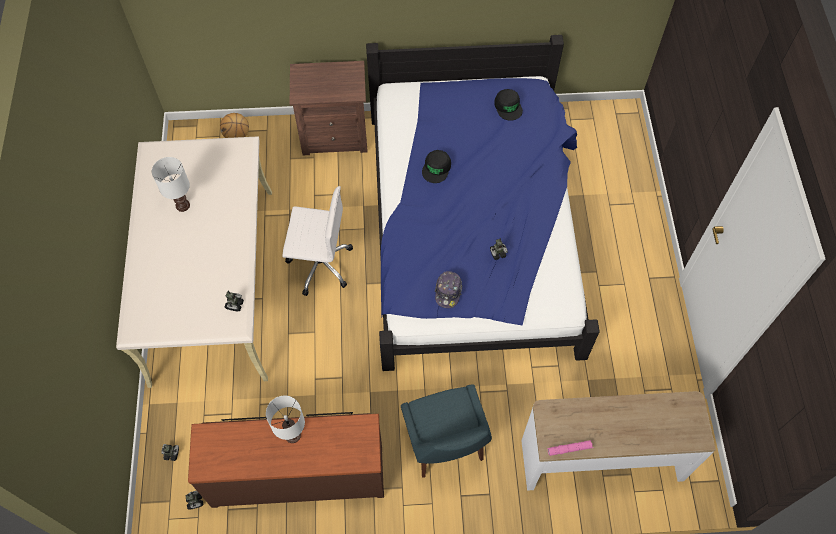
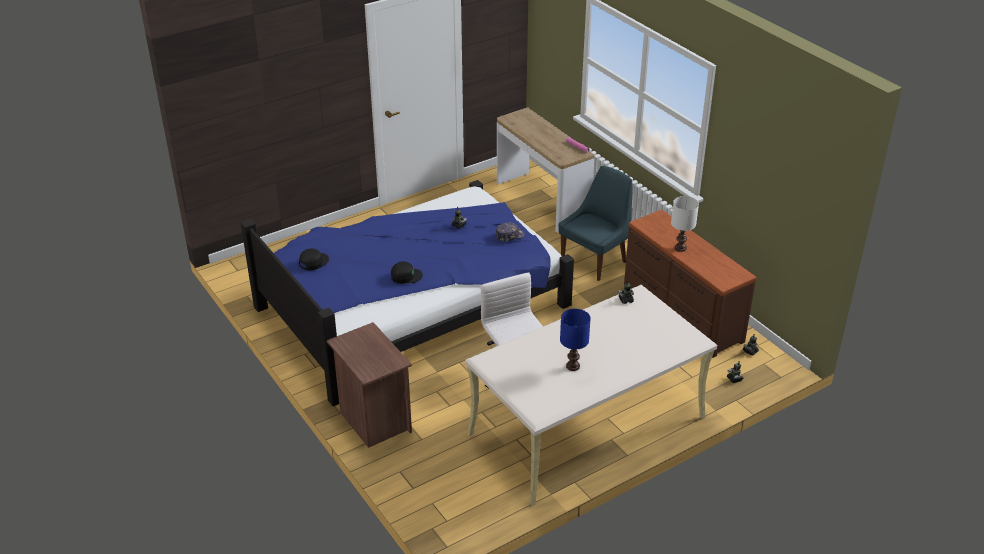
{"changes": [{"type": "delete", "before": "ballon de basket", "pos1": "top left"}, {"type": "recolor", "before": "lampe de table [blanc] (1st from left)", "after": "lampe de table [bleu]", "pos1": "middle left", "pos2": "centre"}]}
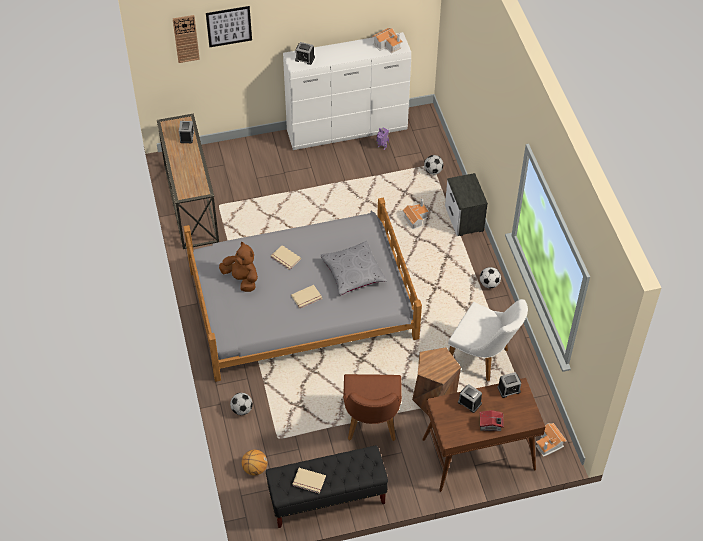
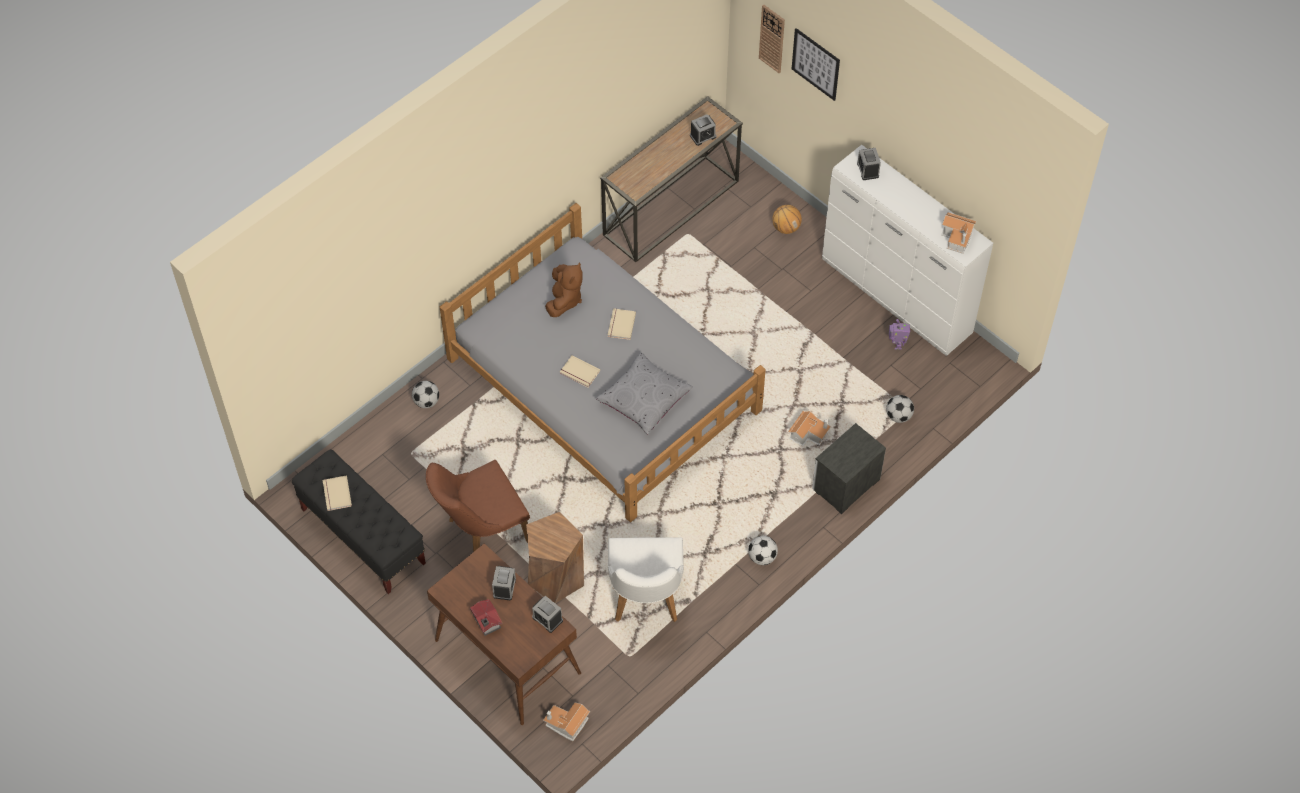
{"changes": [{"type": "move", "before": "ballon de basket", "pos1": "bottom centre", "pos2": "top centre"}]}
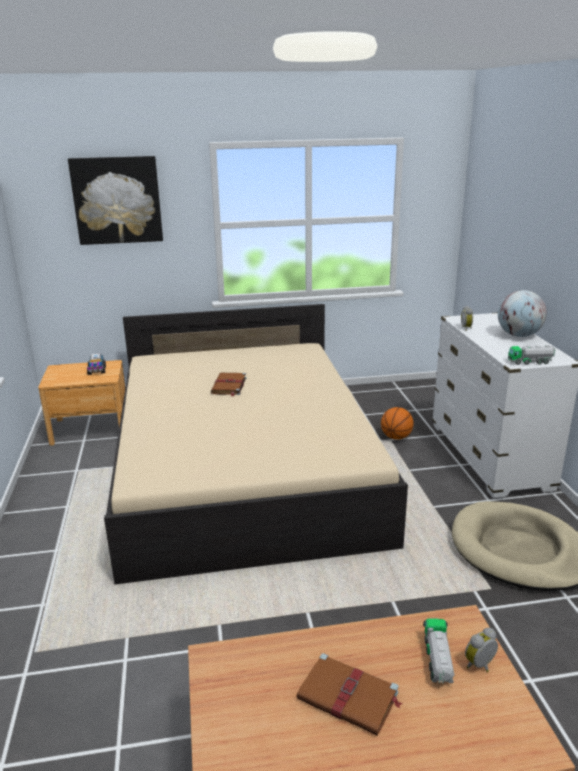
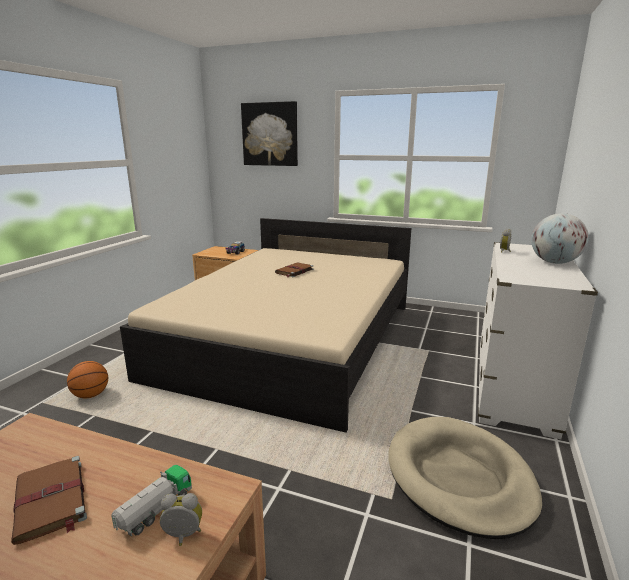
{"changes": [{"type": "delete", "before": "camion jouet (3rd from left)", "pos1": "middle right"}, {"type": "move", "before": "ballon de basket", "pos1": "middle right", "pos2": "middle left"}]}
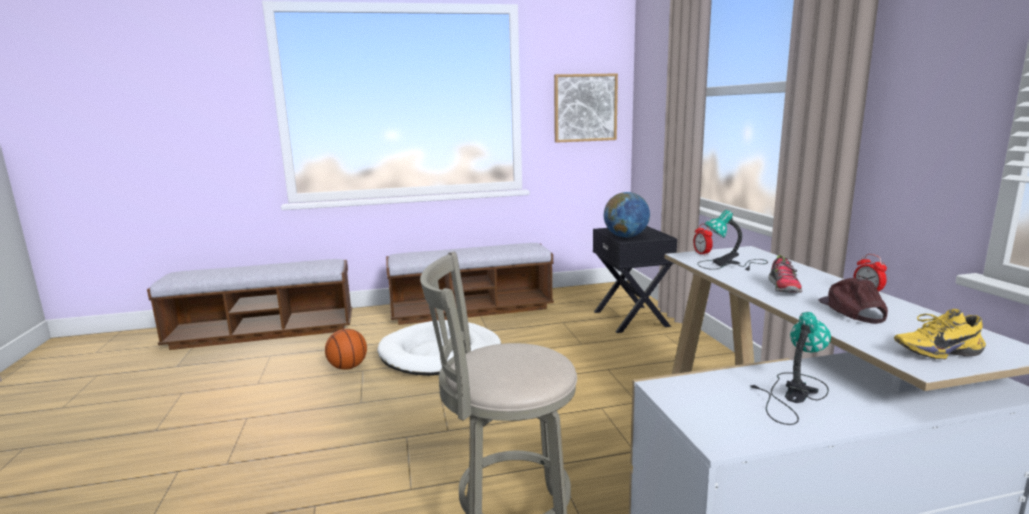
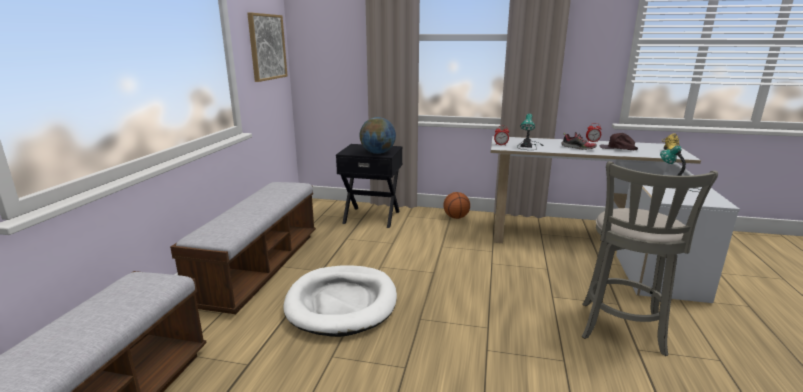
{"changes": [{"type": "move", "before": "ballon de basket", "pos1": "bottom centre", "pos2": "centre"}]}
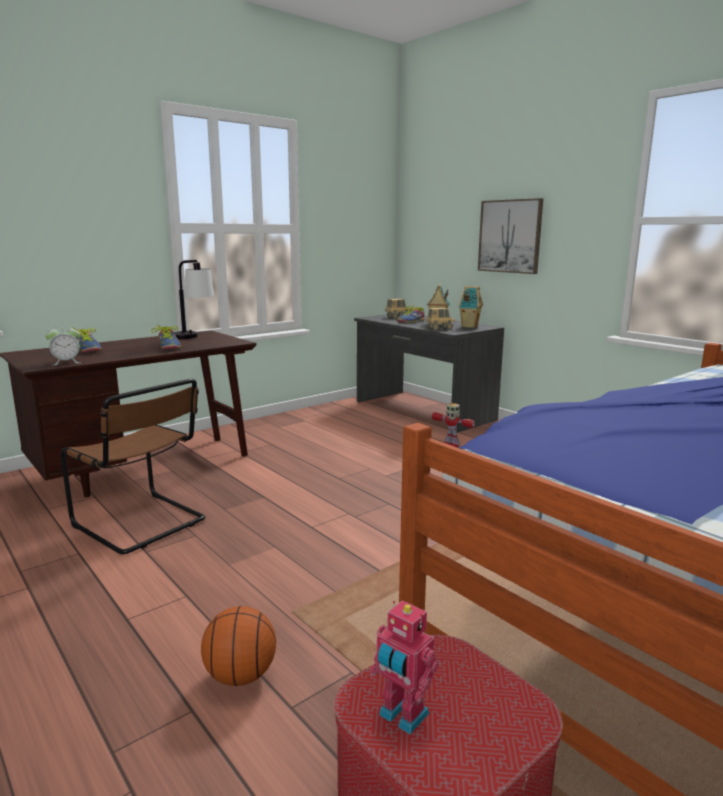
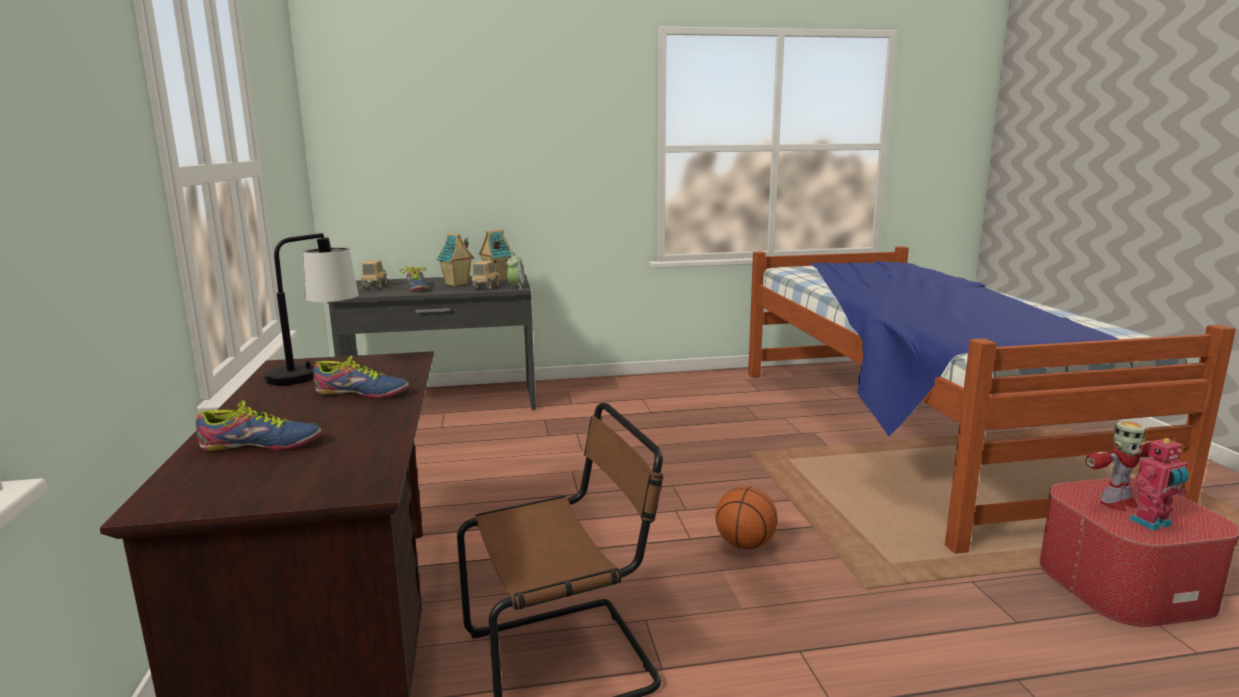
{"changes": [{"type": "delete", "before": "tableau", "pos1": "top right"}, {"type": "move", "before": "réveil", "pos1": "middle left", "pos2": "centre"}, {"type": "move", "before": "robot jouet (2nd from left in the first image)", "after": "robot jouet (1st from left)", "pos1": "centre", "pos2": "bottom right"}, {"type": "move", "before": "ballon de basket", "pos1": "bottom left", "pos2": "bottom centre"}]}
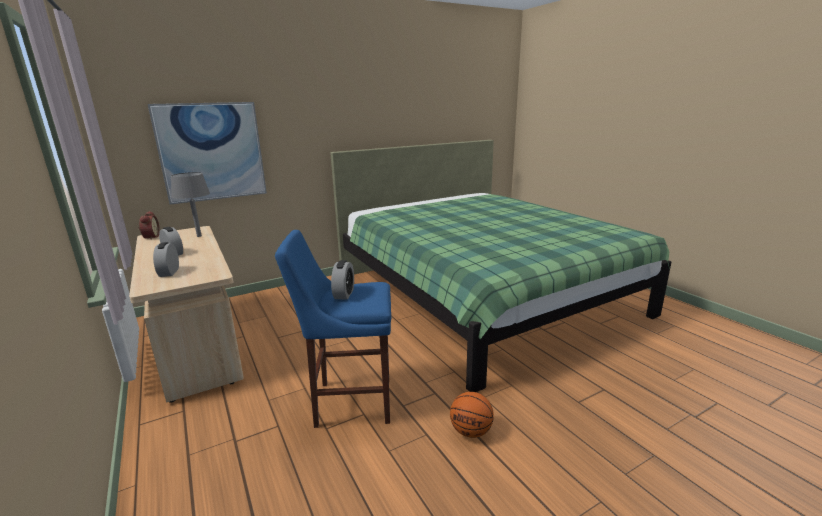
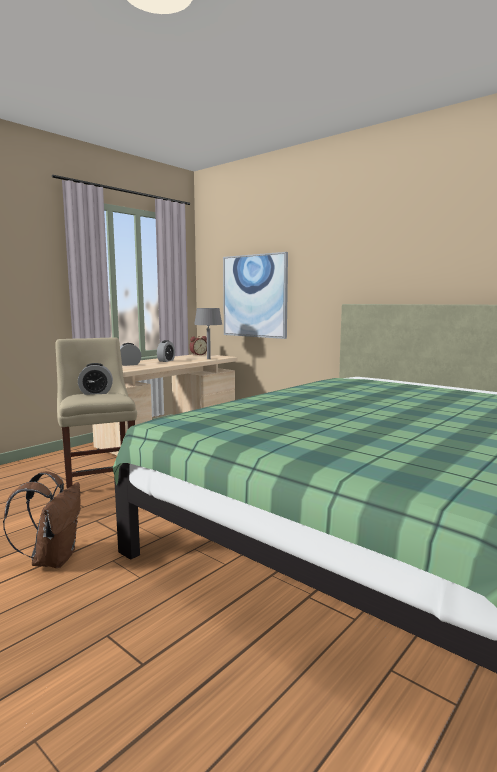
{"changes": [{"type": "recolor", "before": "tabouret [bleu]", "after": "tabouret [beige]", "pos1": "centre", "pos2": "middle left"}, {"type": "replace", "before": "ballon de basket", "after": "sac à dos [marron]", "pos1": "bottom centre", "pos2": "bottom left"}]}
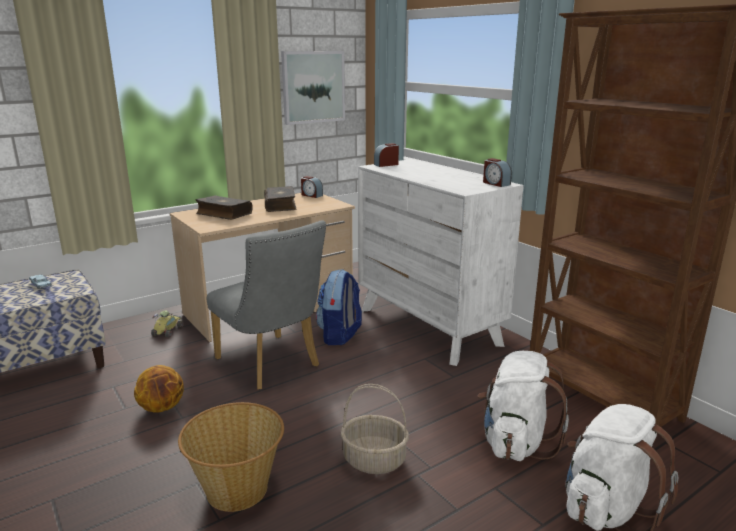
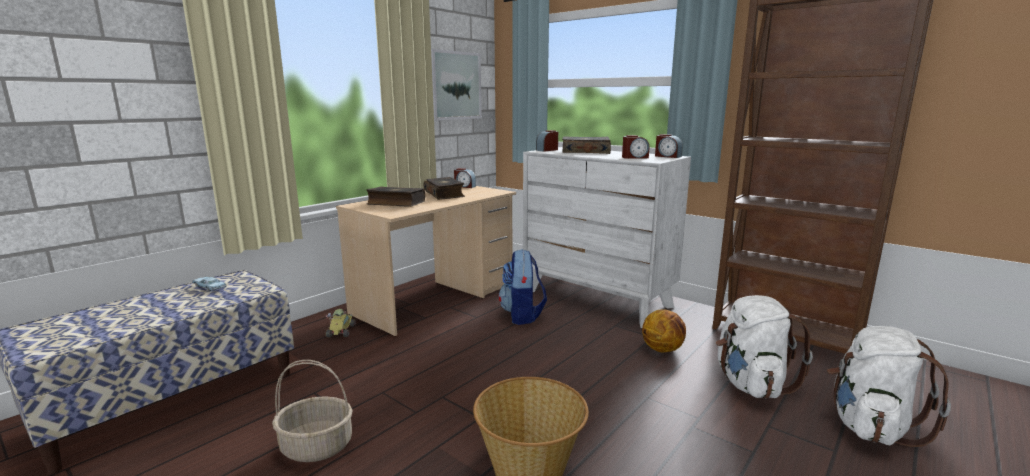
{"changes": [{"type": "delete", "before": "chaise [gris]", "pos1": "centre"}, {"type": "move", "before": "ballon de basket", "pos1": "bottom left", "pos2": "bottom centre"}, {"type": "move", "before": "panier (2nd from left in the first image)", "after": "panier (1st from left)", "pos1": "bottom centre", "pos2": "bottom left"}, {"type": "insert", "after": "réveil (3rd from left)", "pos2": "top centre"}, {"type": "insert", "after": "livre (3rd from left)", "pos2": "top centre"}]}
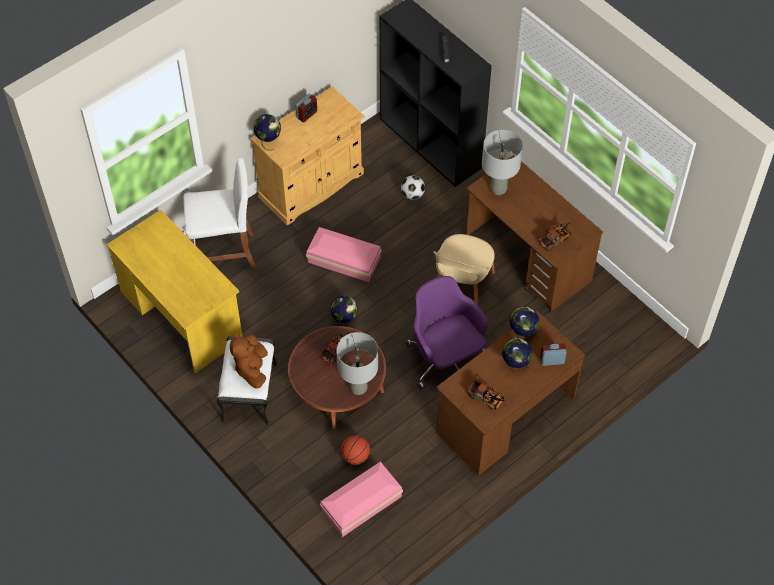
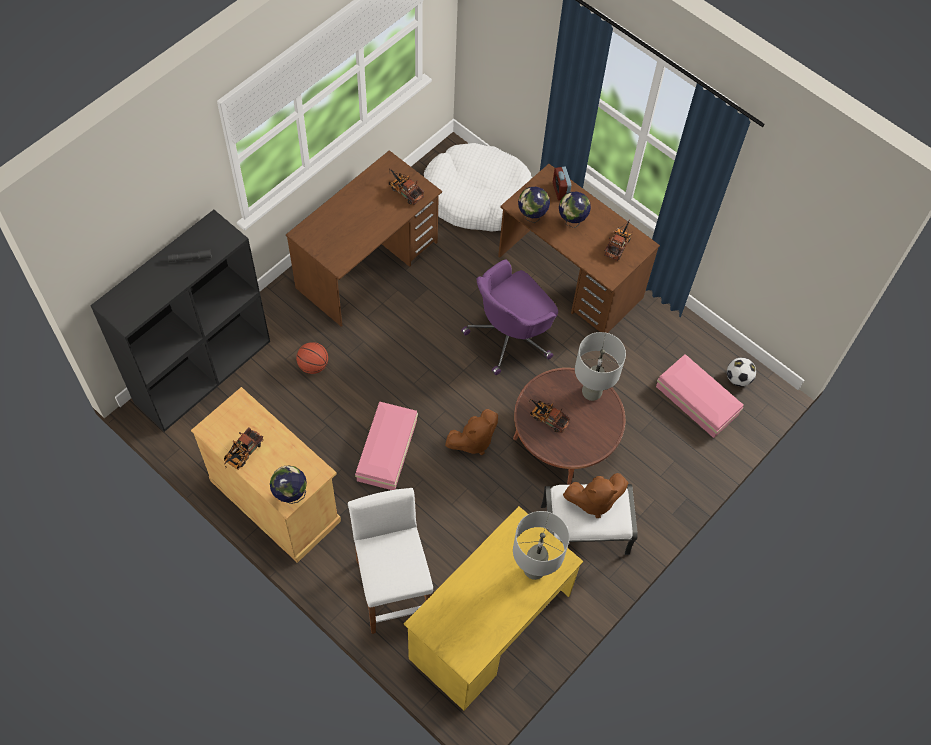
{"changes": [{"type": "replace", "before": "réveil (1st from left)", "after": "camion jouet (1st from left)", "pos1": "top centre", "pos2": "middle left"}, {"type": "move", "before": "lampe de table [gris] (2nd from left in the first image)", "after": "lampe de table [gris] (1st from left)", "pos1": "top centre", "pos2": "bottom centre"}, {"type": "move", "before": "ballon de foot", "pos1": "top centre", "pos2": "middle right"}, {"type": "delete", "before": "chaise [beige]", "pos1": "centre"}, {"type": "replace", "before": "globe (2nd from left)", "after": "peluche [marron] (1st from left)", "pos1": "centre", "pos2": "centre"}, {"type": "move", "before": "ballon de basket", "pos1": "bottom centre", "pos2": "centre"}, {"type": "insert", "after": "panier pour chien [blanc]", "pos2": "top centre"}]}
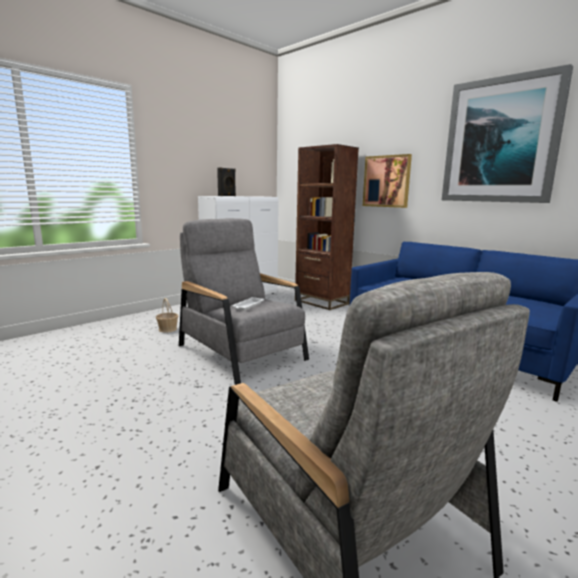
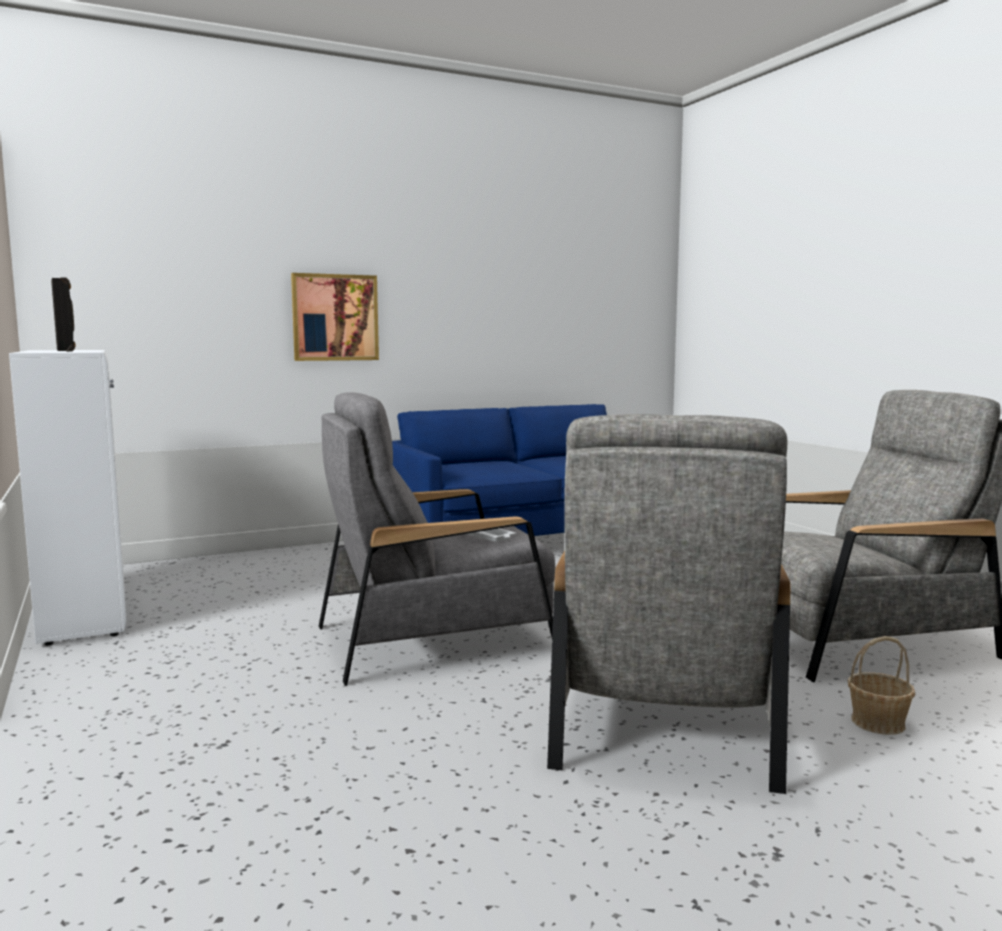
{"changes": [{"type": "delete", "before": "tableau (2nd from left)", "pos1": "top right"}, {"type": "delete", "before": "bibliothèque [marron]", "pos1": "centre"}, {"type": "move", "before": "panier", "pos1": "middle left", "pos2": "bottom right"}, {"type": "insert", "after": "fauteuil [gris] (2nd from left)", "pos2": "middle right"}]}
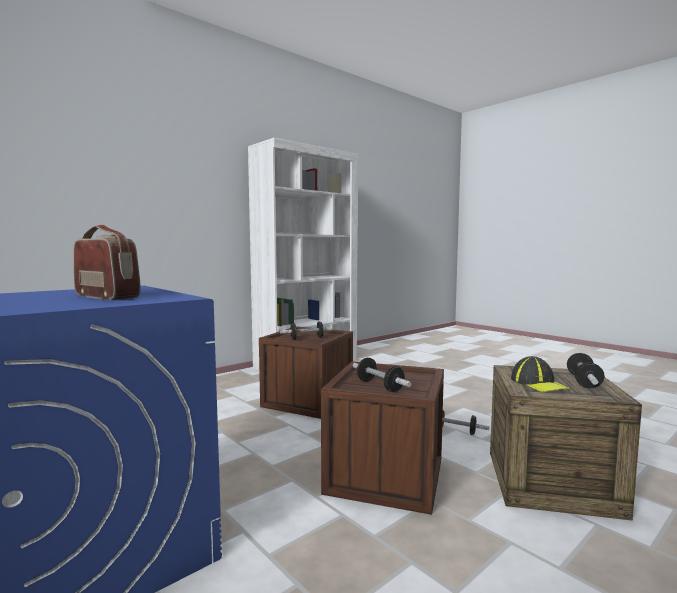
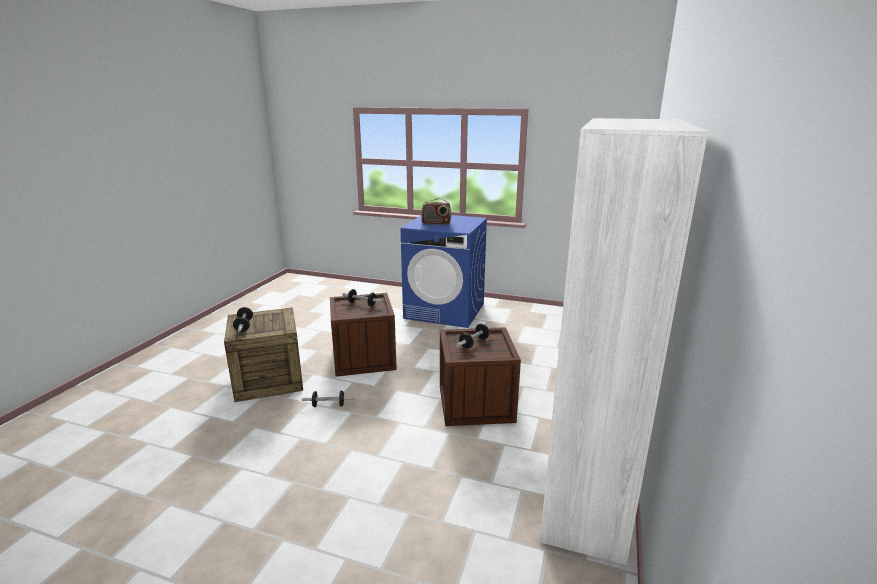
{"changes": [{"type": "delete", "before": "casquette", "pos1": "middle right"}]}
